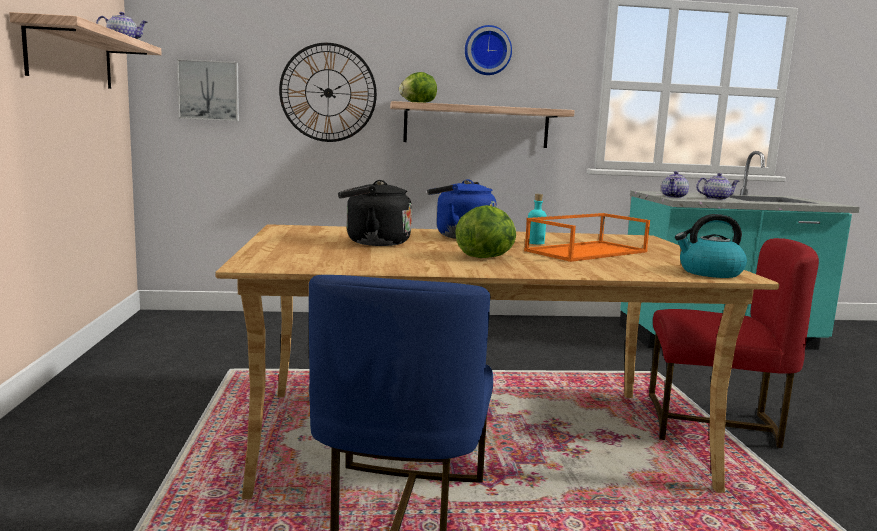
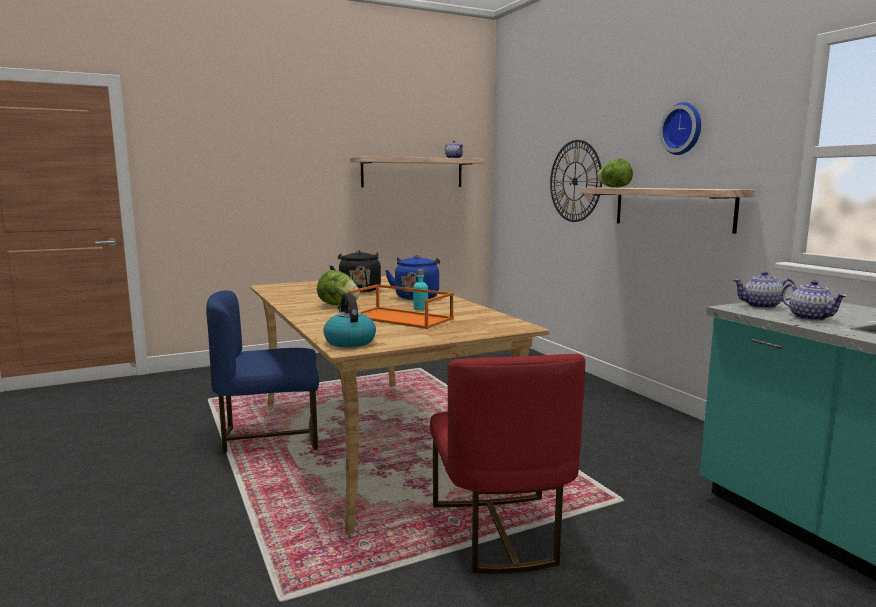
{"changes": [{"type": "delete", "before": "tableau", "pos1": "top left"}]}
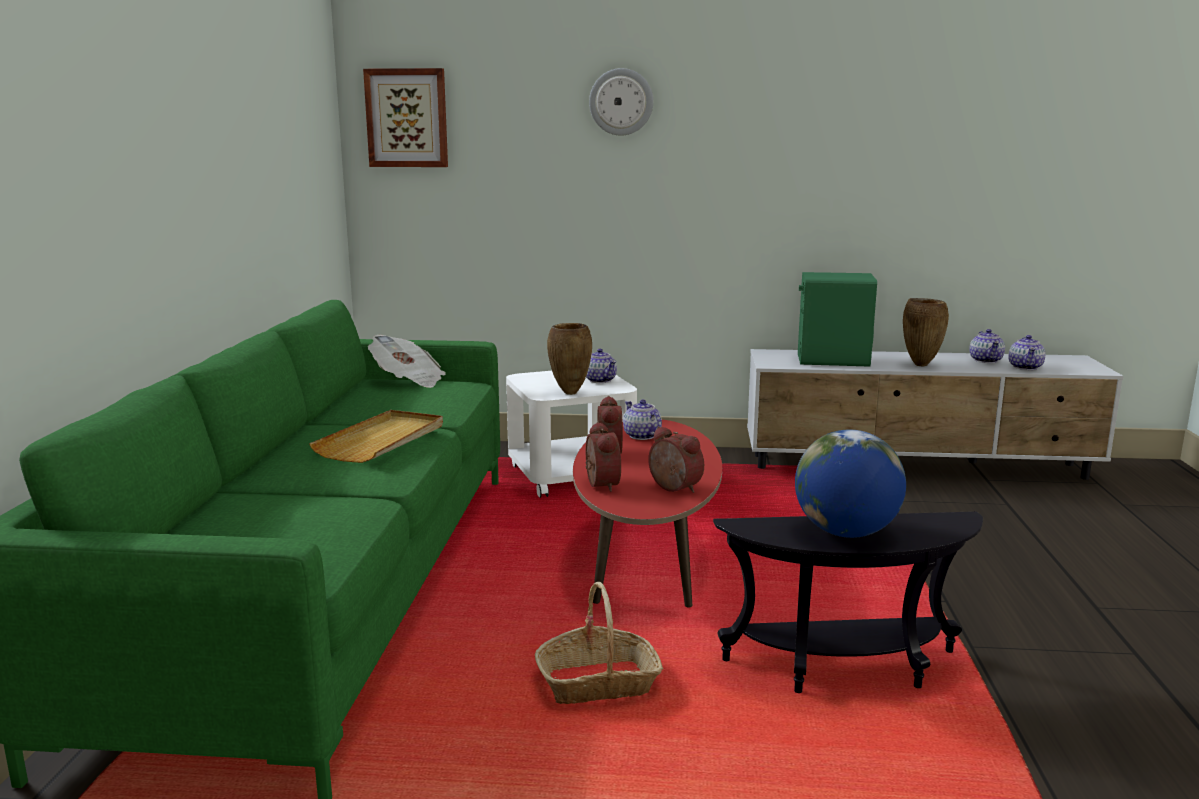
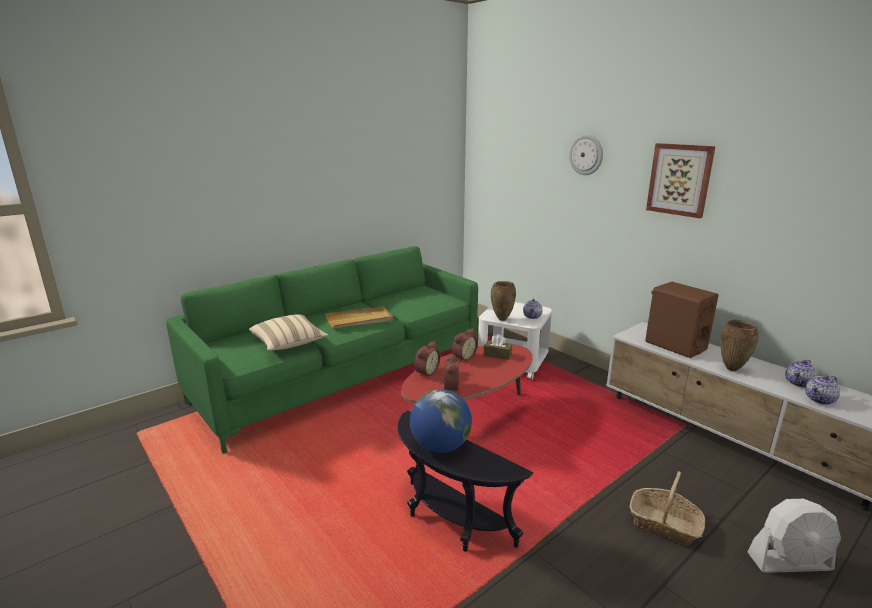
{"changes": [{"type": "move", "before": "tableau", "pos1": "top centre", "pos2": "top right"}, {"type": "recolor", "before": "enceinte [vert]", "after": "enceinte [marron]", "pos1": "middle right", "pos2": "middle right"}, {"type": "delete", "before": "journal", "pos1": "centre"}, {"type": "replace", "before": "théière (2nd from left)", "after": "boîte à mouchoirs [marron]", "pos1": "centre", "pos2": "centre"}, {"type": "move", "before": "panier", "pos1": "bottom centre", "pos2": "bottom right"}, {"type": "insert", "after": "coussin [beige]", "pos2": "middle left"}, {"type": "insert", "after": "ventilateur [blanc]", "pos2": "bottom right"}]}
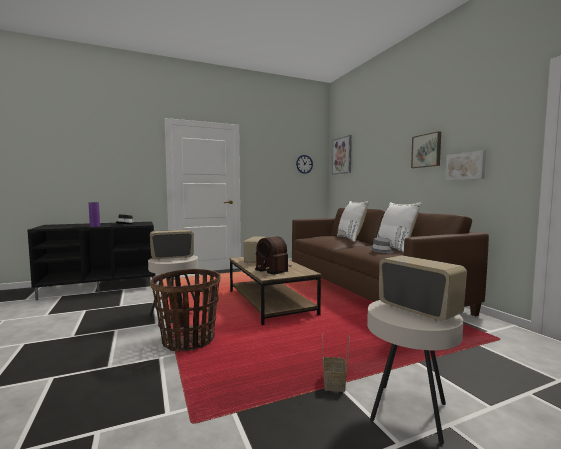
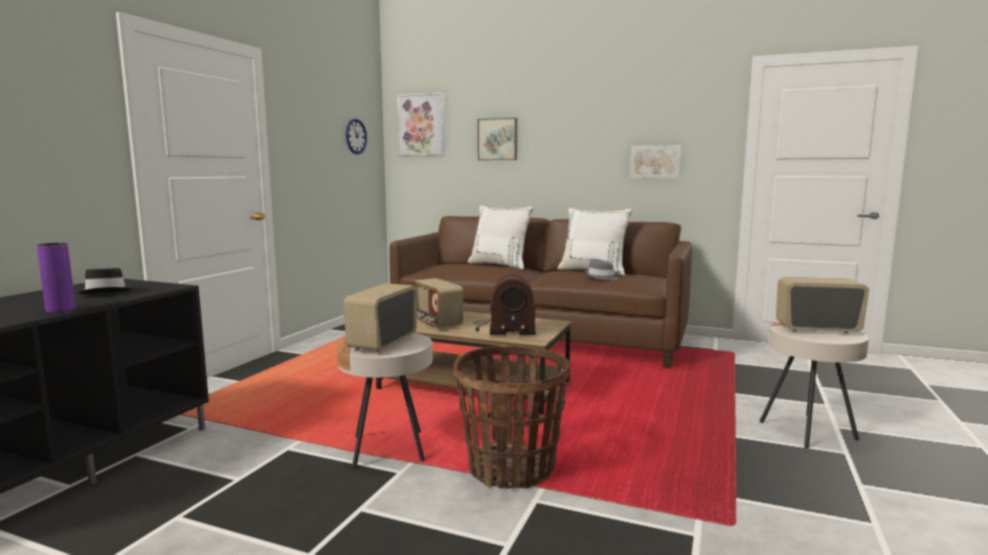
{"changes": [{"type": "move", "before": "tableau (2nd from left)", "pos1": "top right", "pos2": "top centre"}, {"type": "delete", "before": "panier (2nd from left)", "pos1": "bottom centre"}]}
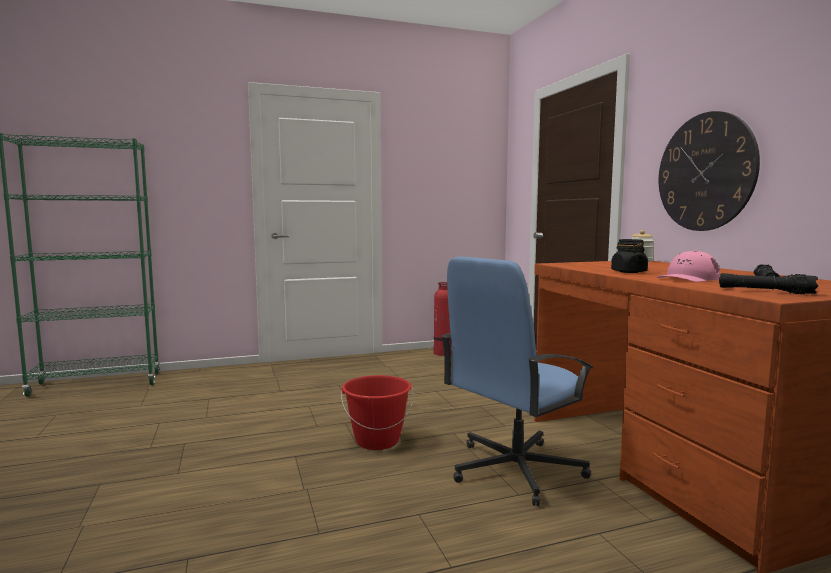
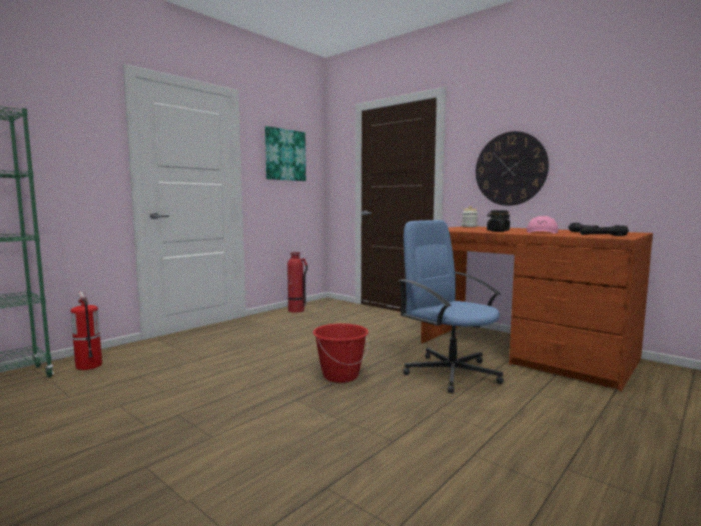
{"changes": [{"type": "rotate", "before": "chaise de bureau [bleu]", "pos1": "centre", "pos2": "centre", "turn": 120}, {"type": "insert", "after": "tableau", "pos2": "top centre"}, {"type": "insert", "after": "extincteur (1st from left)", "pos2": "middle left"}]}
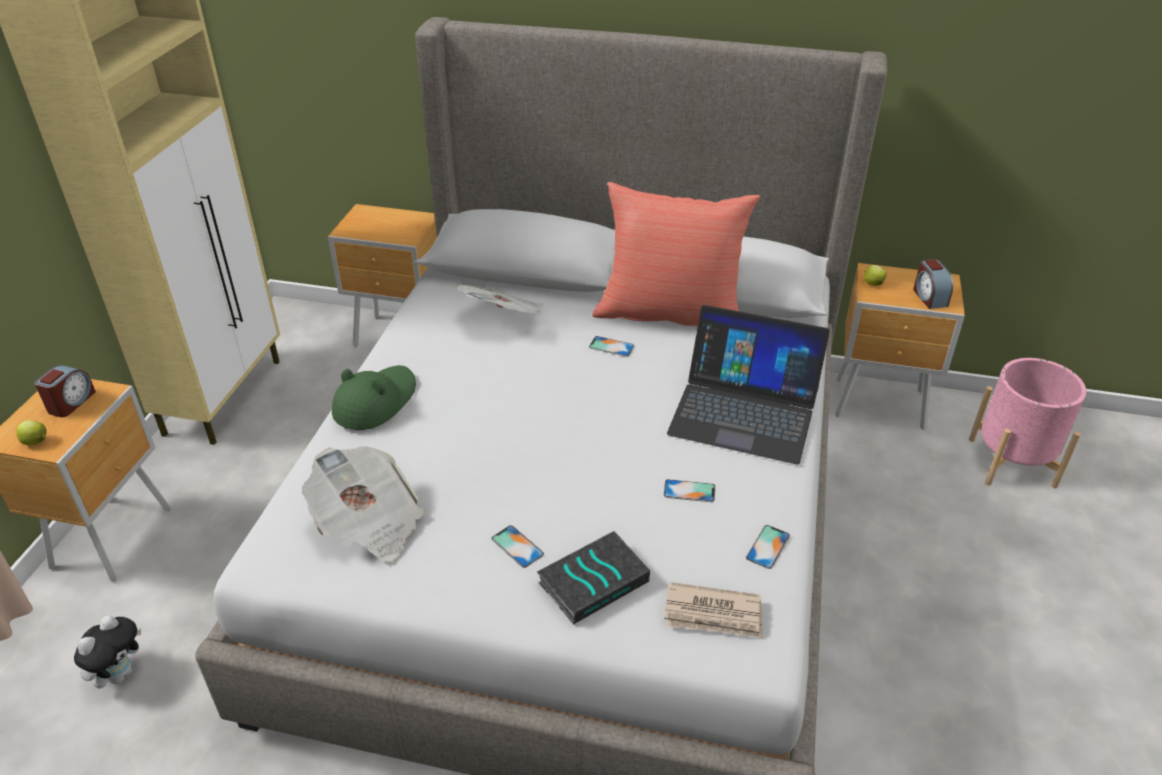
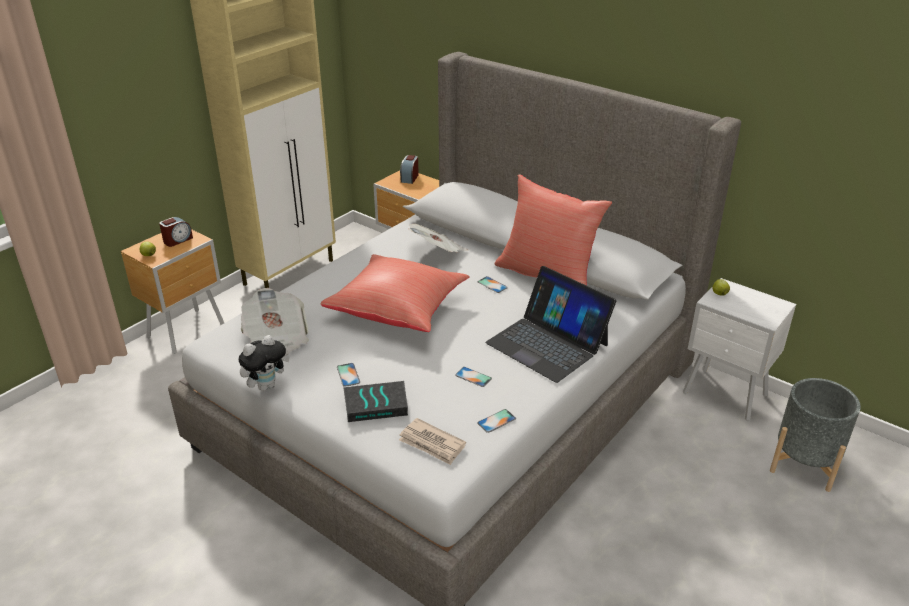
{"changes": [{"type": "move", "before": "réveil (2nd from left)", "pos1": "middle right", "pos2": "top centre"}, {"type": "recolor", "before": "table de chevet [marron] (3rd from left)", "after": "table de chevet [blanc]", "pos1": "middle right", "pos2": "middle right"}, {"type": "recolor", "before": "cache-pot [rose]", "after": "cache-pot [gris]", "pos1": "middle right", "pos2": "bottom right"}, {"type": "delete", "before": "chapeau [vert]", "pos1": "middle left"}, {"type": "move", "before": "peluche", "pos1": "bottom left", "pos2": "middle left"}, {"type": "insert", "after": "coussin [rouge] (1st from left)", "pos2": "centre"}]}
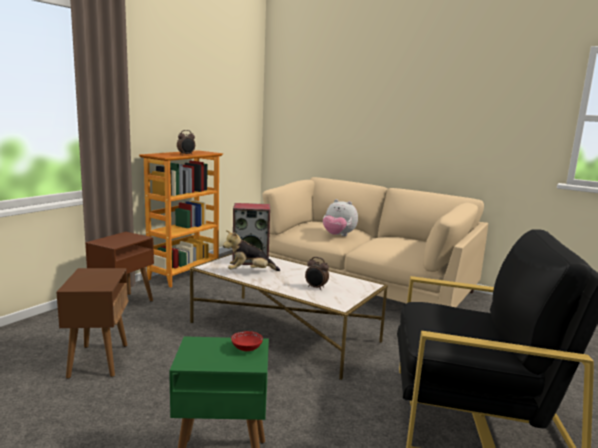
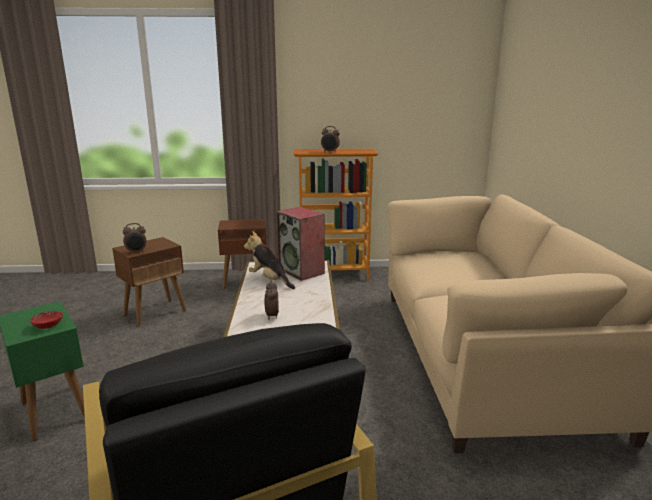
{"changes": [{"type": "delete", "before": "peluche (2nd from left)", "pos1": "centre"}, {"type": "insert", "after": "réveil (1st from left)", "pos2": "middle left"}]}
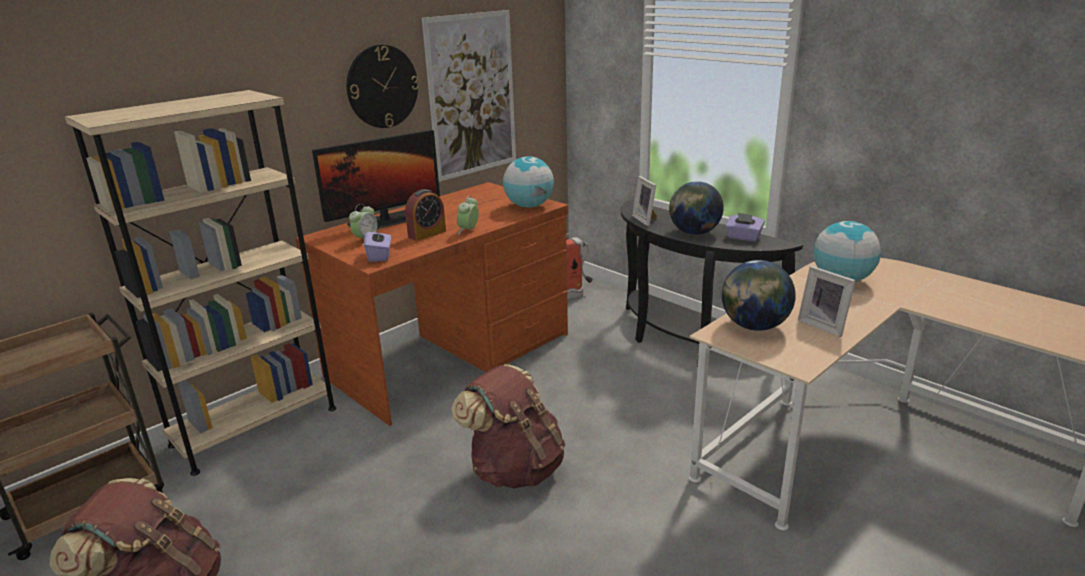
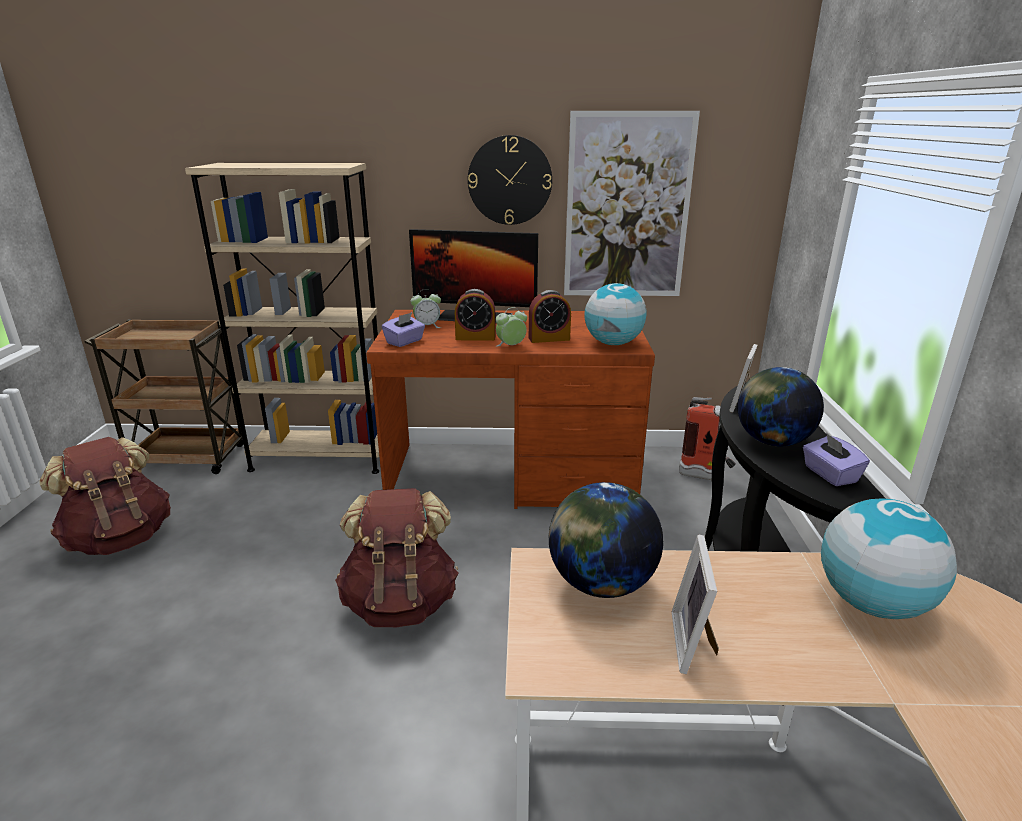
{"changes": [{"type": "insert", "after": "réveil (4th from left)", "pos2": "centre"}]}
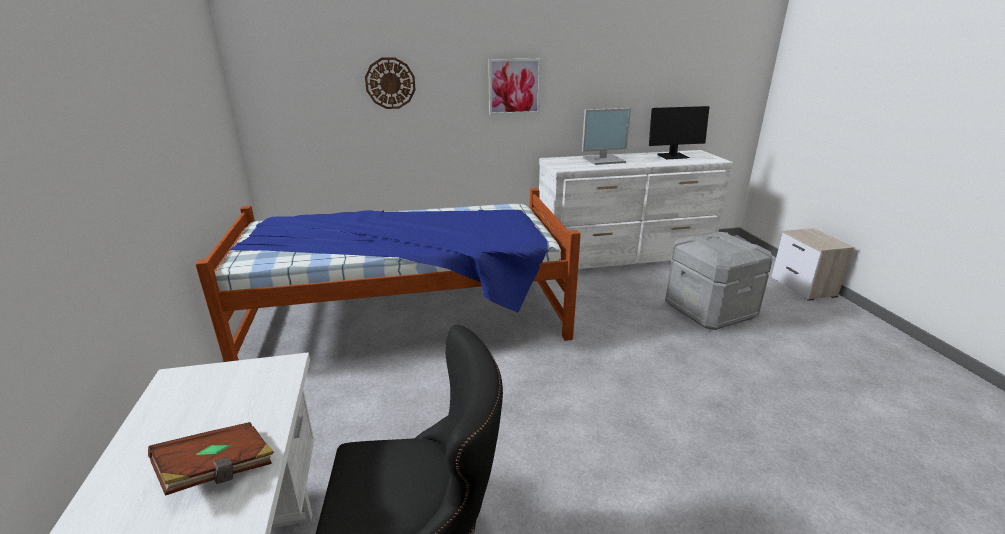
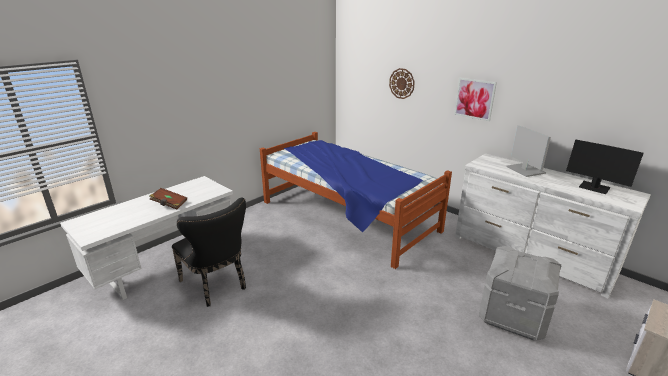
{"changes": [{"type": "rotate", "before": "écran d'ordinateur (1st from left)", "pos1": "top centre", "pos2": "middle right", "turn": -150}]}
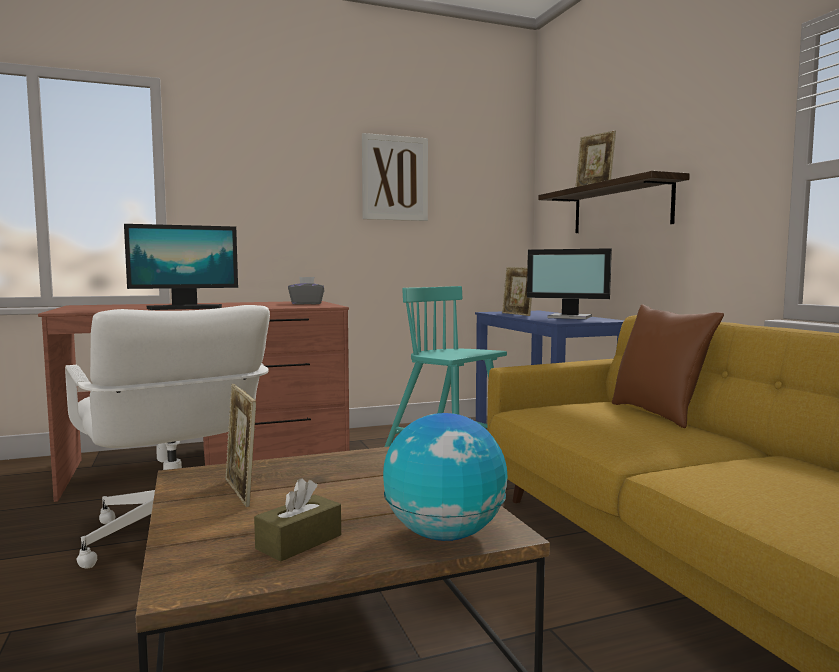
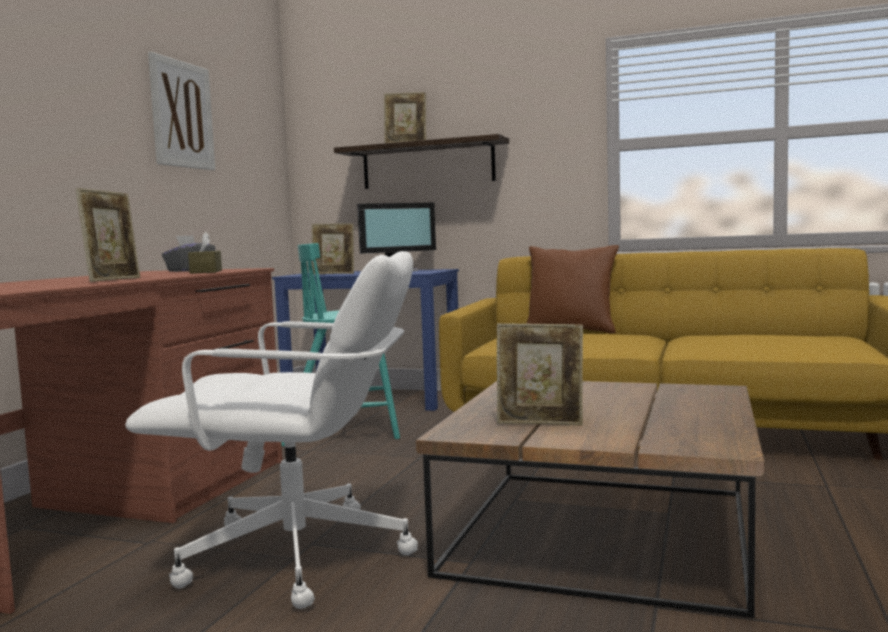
{"changes": [{"type": "replace", "before": "écran d'ordinateur (1st from left)", "after": "cadre photo (1st from left)", "pos1": "middle left", "pos2": "middle left"}, {"type": "delete", "before": "globe", "pos1": "bottom centre"}, {"type": "move", "before": "boîte à mouchoirs [marron]", "pos1": "bottom centre", "pos2": "middle left"}]}
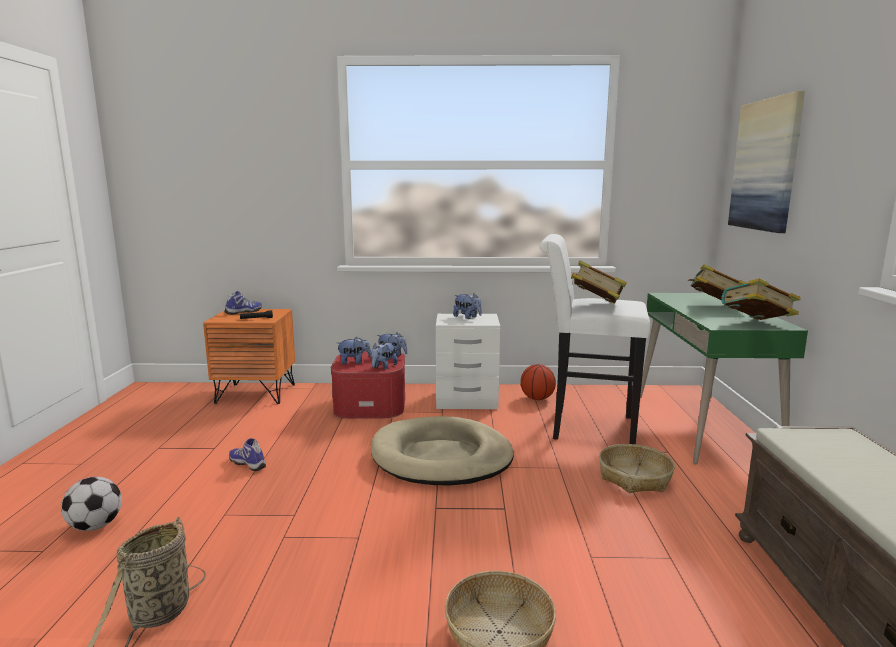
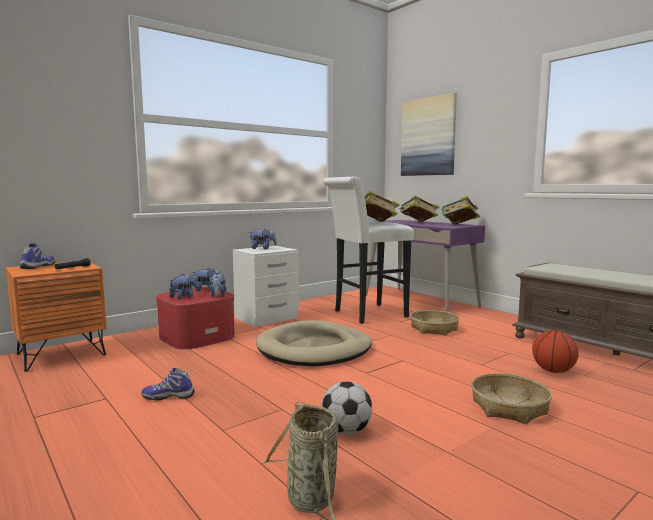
{"changes": [{"type": "recolor", "before": "bureau [vert]", "after": "bureau [violet]", "pos1": "middle right", "pos2": "centre"}, {"type": "move", "before": "ballon de basket", "pos1": "centre", "pos2": "bottom right"}, {"type": "move", "before": "ballon de foot", "pos1": "bottom left", "pos2": "bottom centre"}]}
